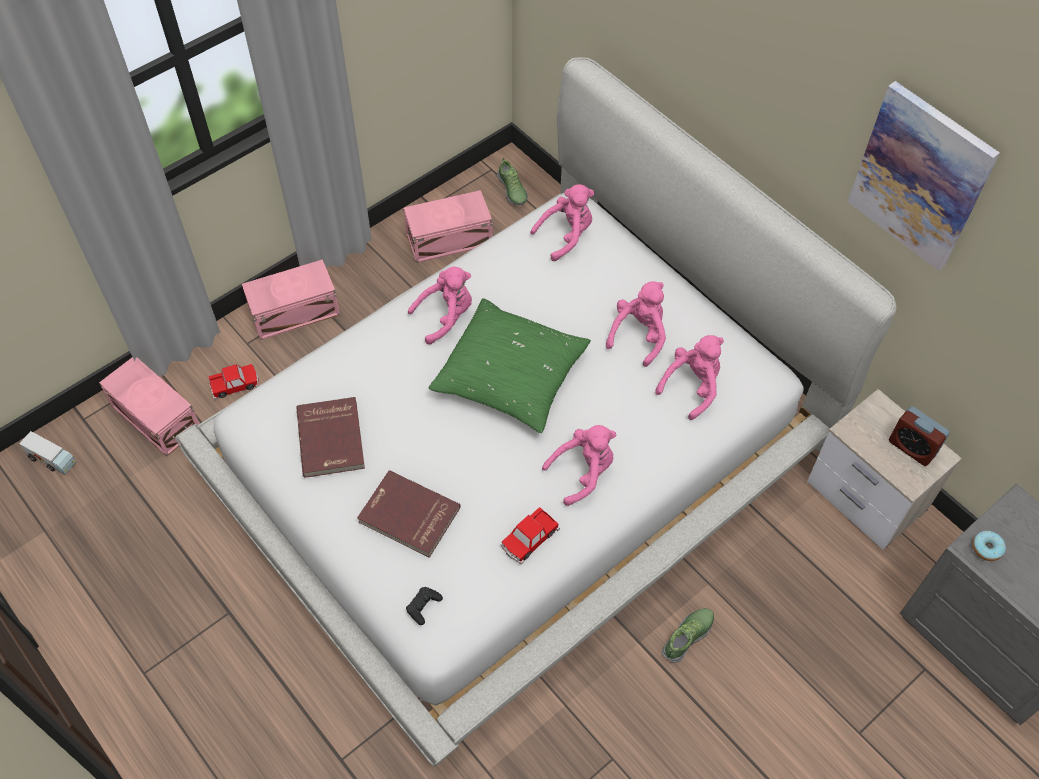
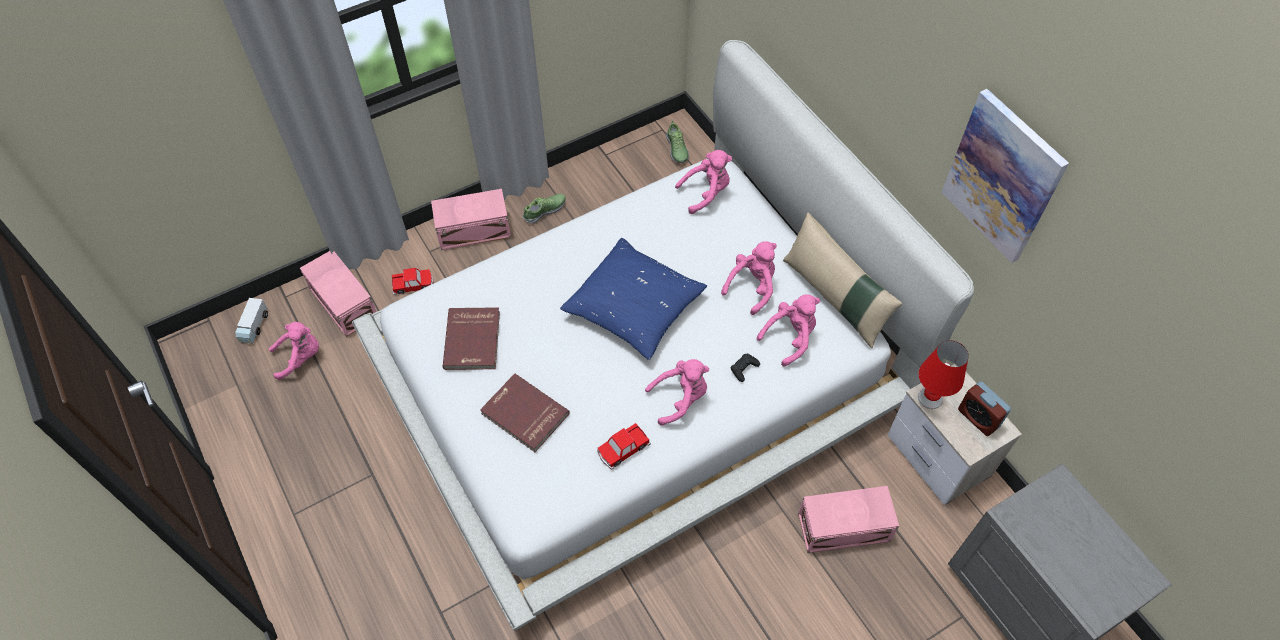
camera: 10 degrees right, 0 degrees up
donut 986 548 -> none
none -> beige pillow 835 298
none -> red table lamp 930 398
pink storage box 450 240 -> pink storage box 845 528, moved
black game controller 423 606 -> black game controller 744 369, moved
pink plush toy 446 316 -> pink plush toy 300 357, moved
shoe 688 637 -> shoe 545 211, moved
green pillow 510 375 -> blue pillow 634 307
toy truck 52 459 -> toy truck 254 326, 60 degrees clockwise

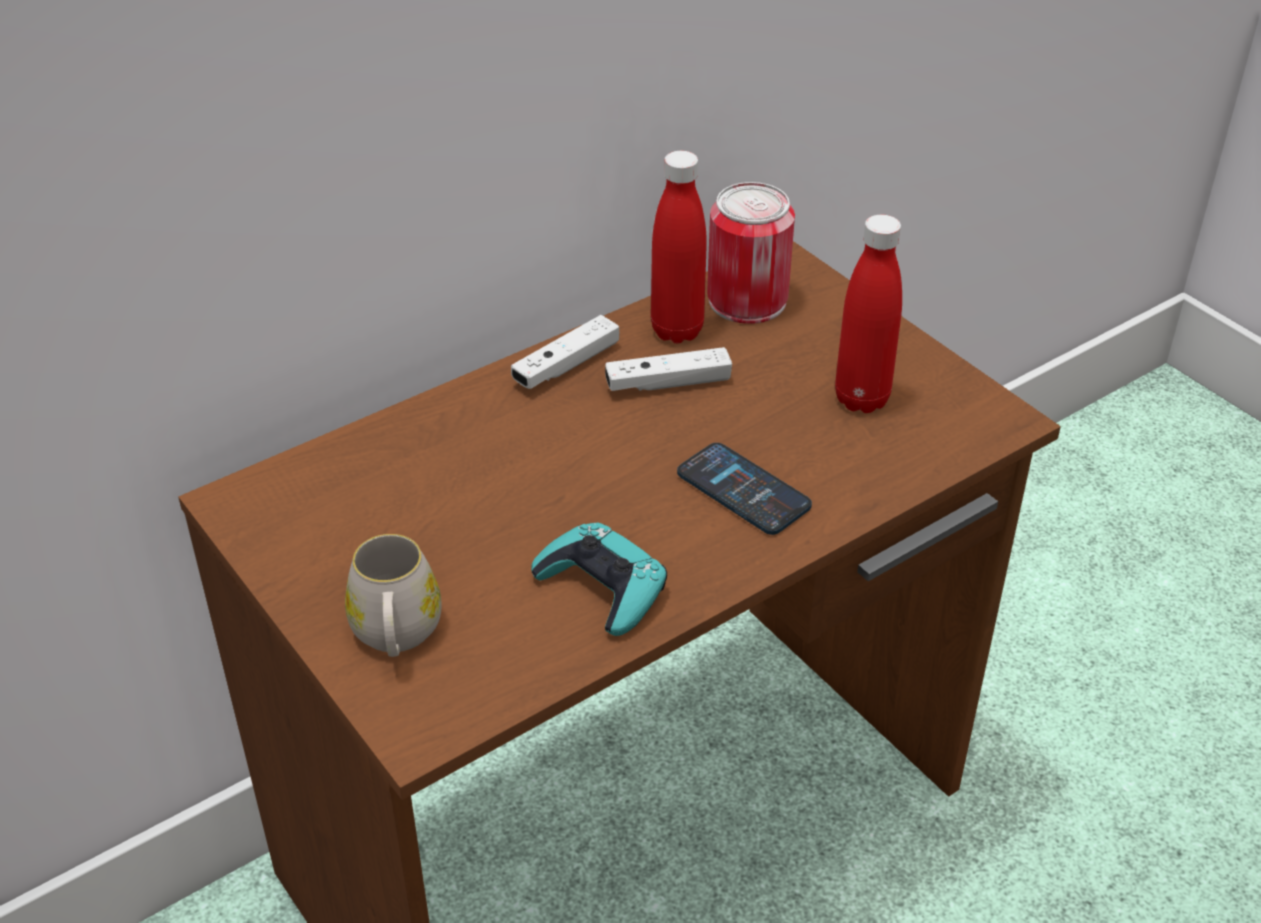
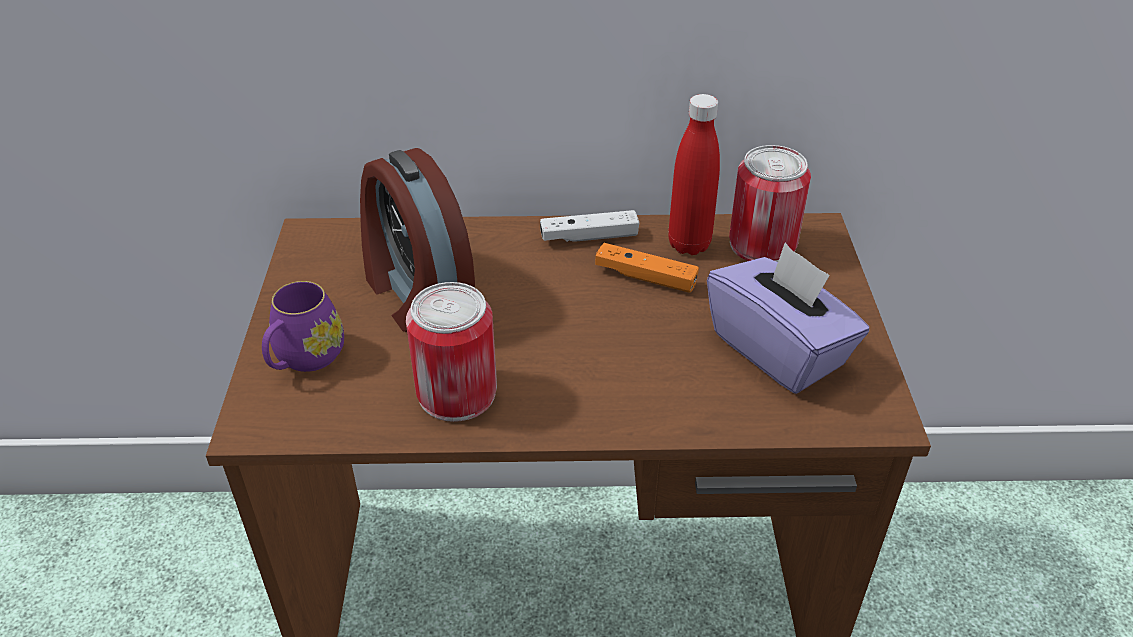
camera: 35 degrees right, 0 degrees up
phone 743 490 -> none
none -> alarm clock 415 293
turquoise game controller 602 587 -> can 457 393
red bottle 861 399 -> purple tissue box 779 350
white mug 396 636 -> purple mug 304 359
white game controller 668 383 -> orange game controller 645 277

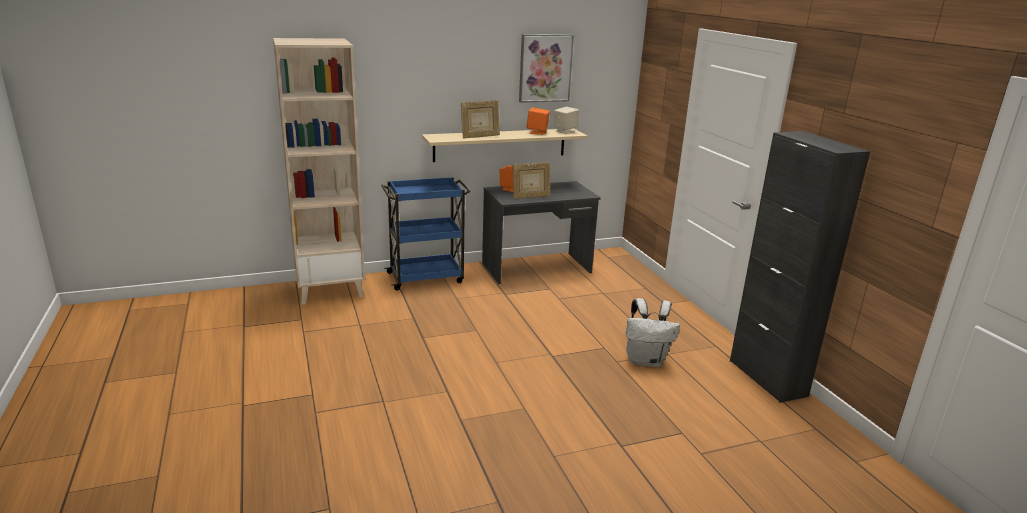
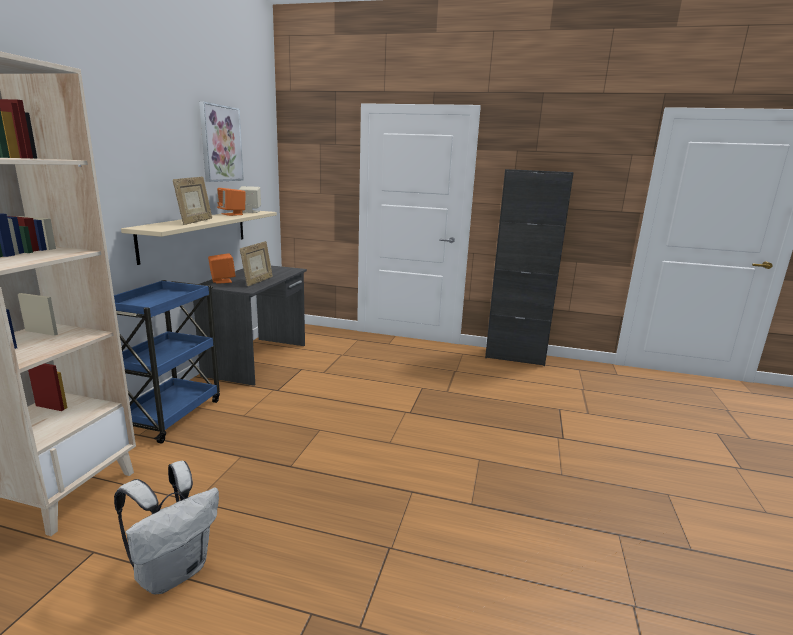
camera: 55 degrees left, 5 degrees down
white backpack 646 360 -> white backpack 174 571, moved

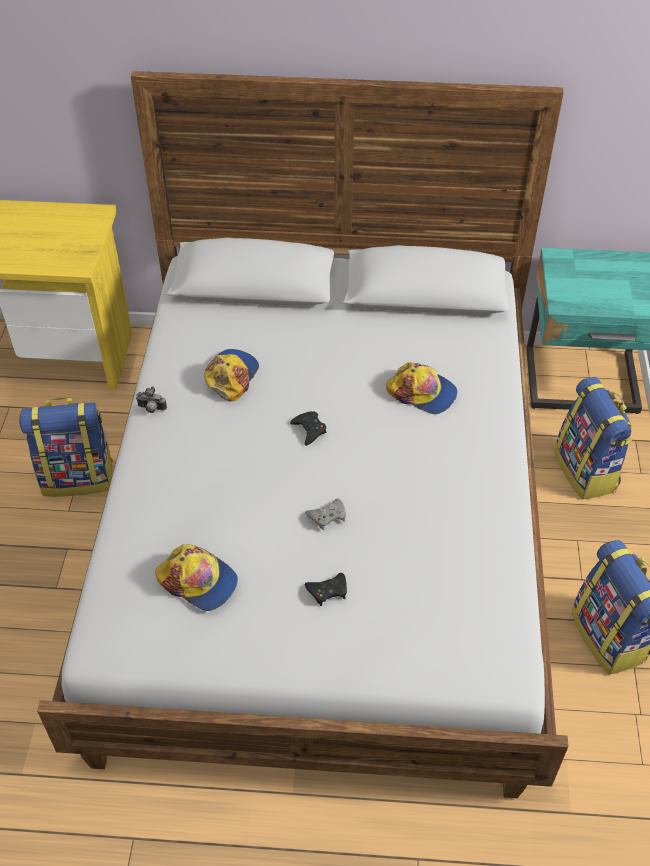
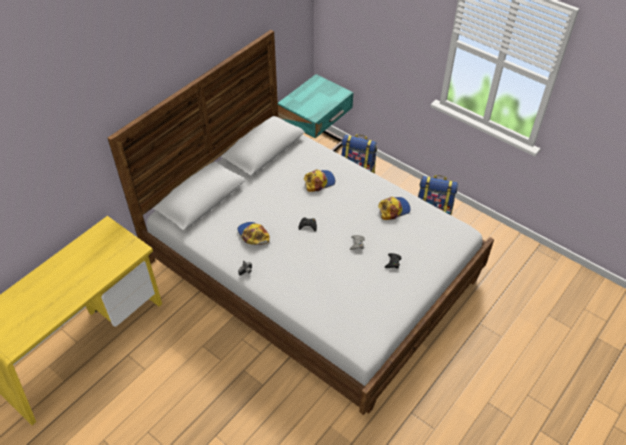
camera: 55 degrees left, 0 degrees up
backpack 78 477 -> none
cap 198 581 -> cap 393 209, moved

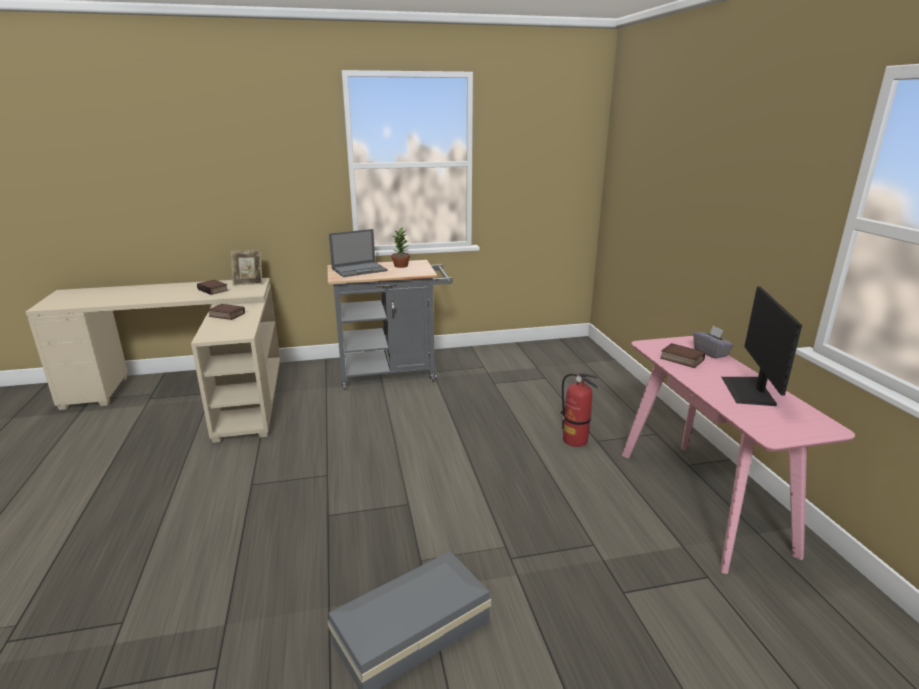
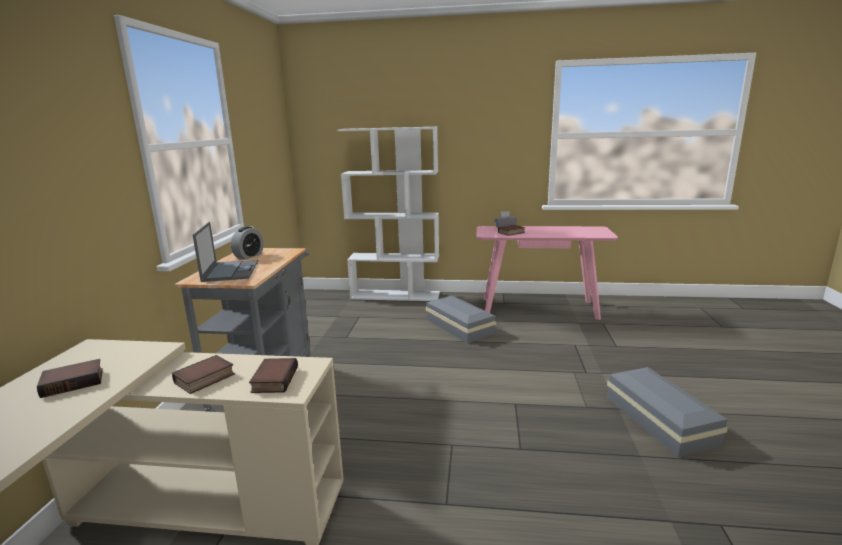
camera: 70 degrees left, 5 degrees down
picture frame 249 283 -> none
monitor 749 391 -> none
none -> book 273 379
none -> white bookcase 396 295
potted plant 401 266 -> alarm clock 249 256
fire extinguisher 575 440 -> grey storage box 459 326

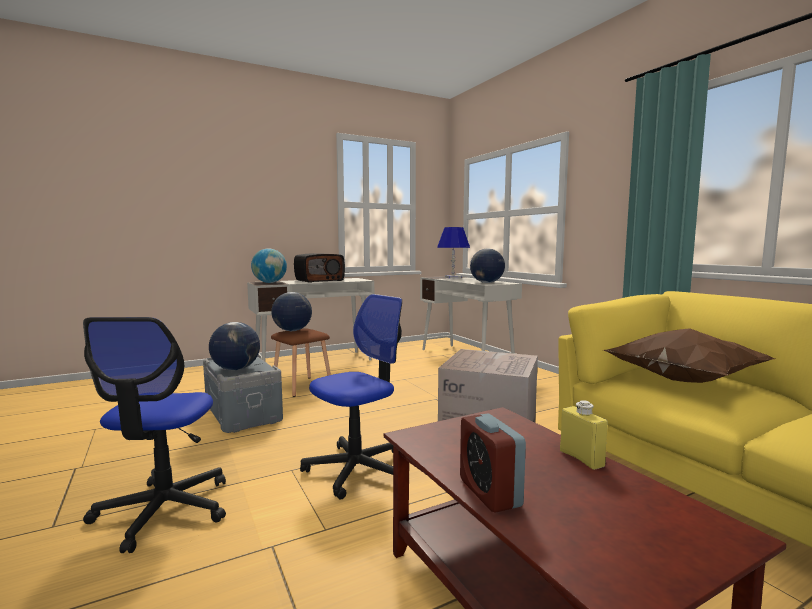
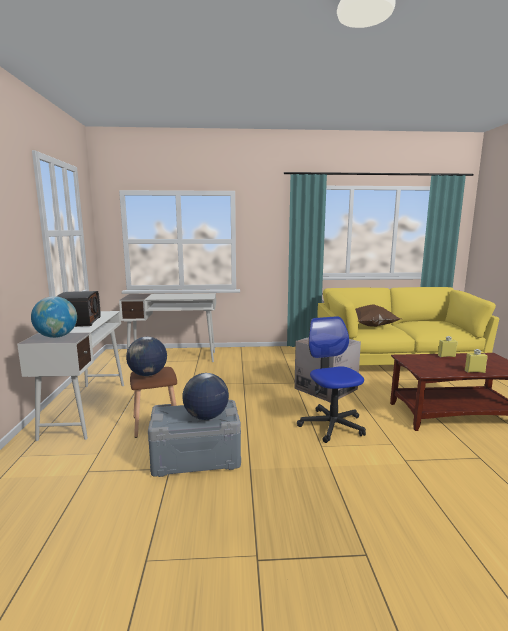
camera: 65 degrees left, 5 degrees up
office chair 164 510 -> none
blue table lamp 453 277 -> none
globe 486 282 -> none
alarm clock 489 492 -> yellow bottle 474 371

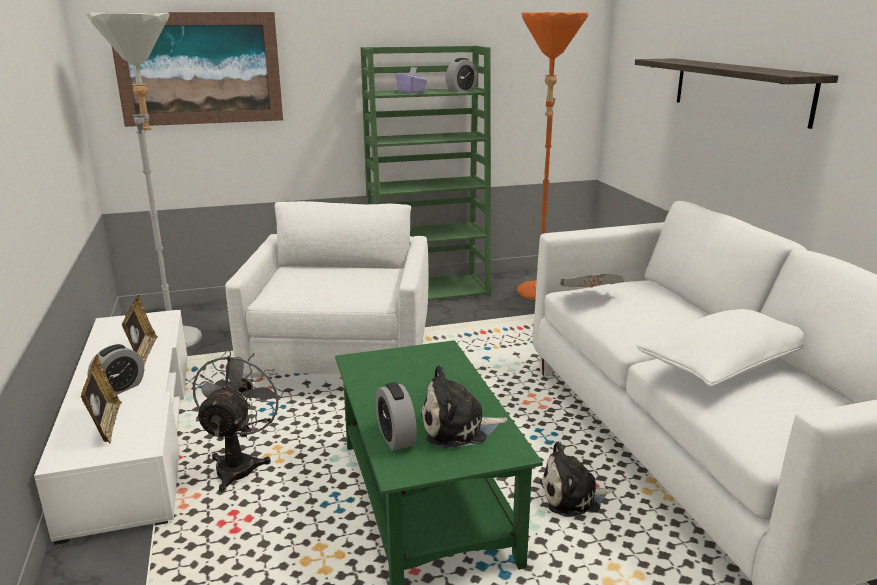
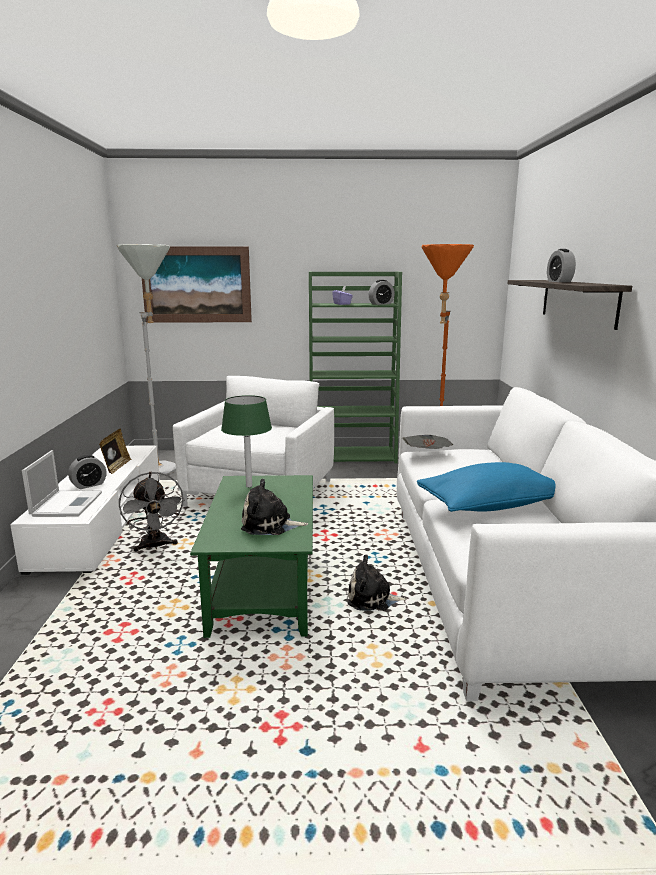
camera: 15 degrees right, 5 degrees down
none -> green table lamp 249 486
alarm clock 395 437 -> alarm clock 559 281, moved
picture frame 106 425 -> laptop 67 503
white pillow 724 366 -> blue pillow 490 506
grey fan 240 464 -> grey fan 155 546, 135 degrees clockwise

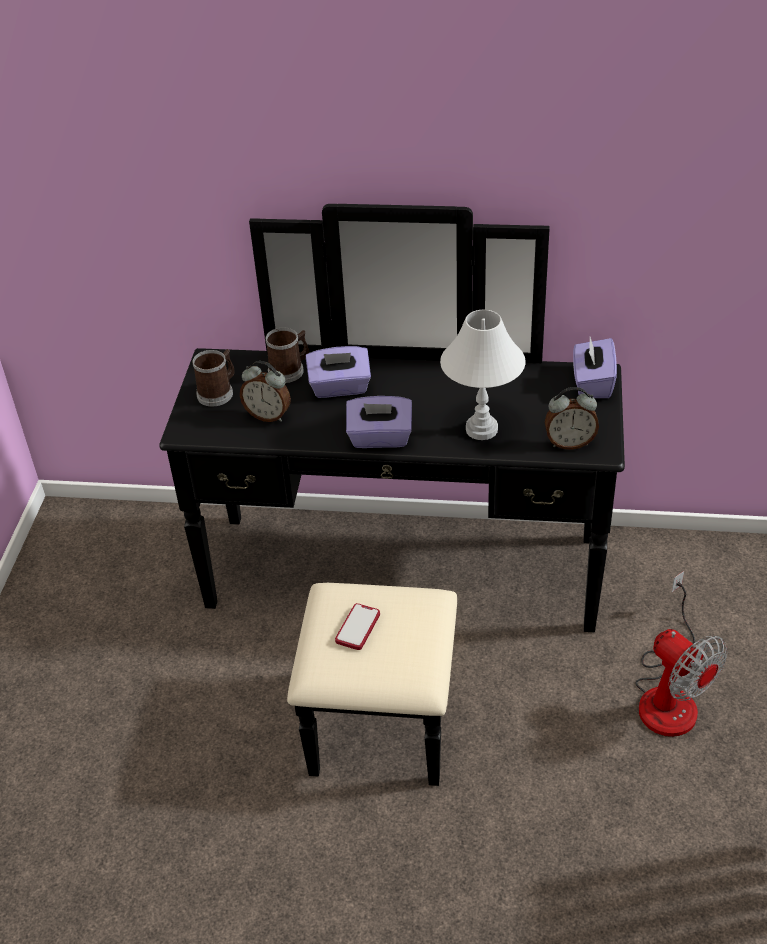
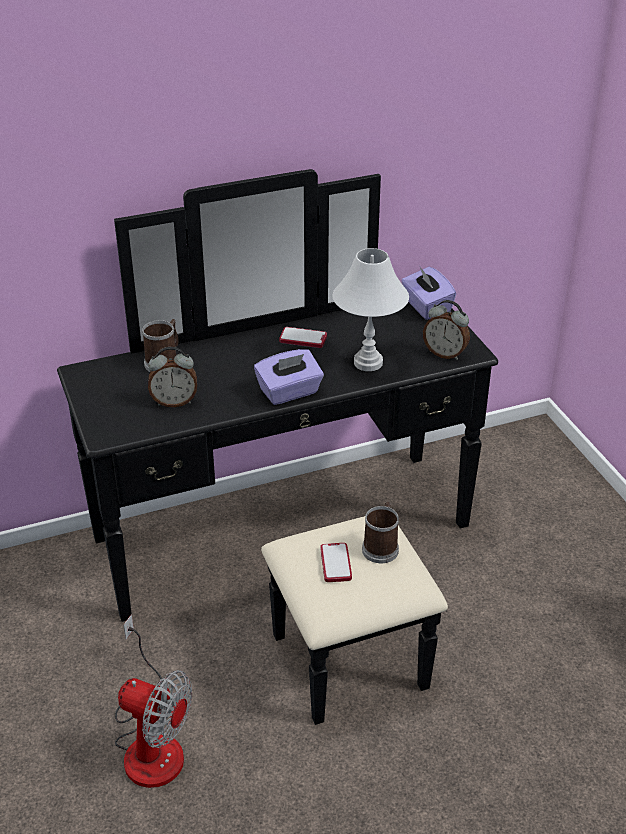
camera: 30 degrees left, 5 degrees down
purple tissue box 340 388 -> none
none -> phone 303 339
mug 218 392 -> mug 381 547, moved
fan 669 694 -> fan 151 742, moved
alarm clock 569 443 -> alarm clock 445 353, 60 degrees clockwise

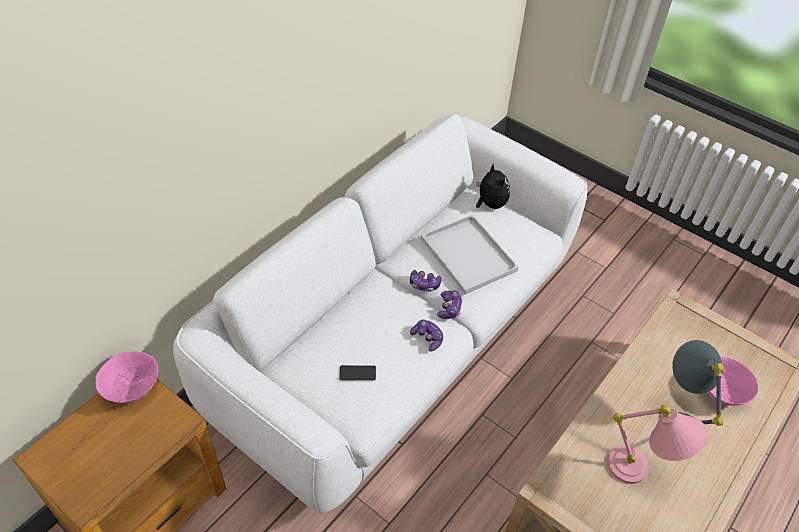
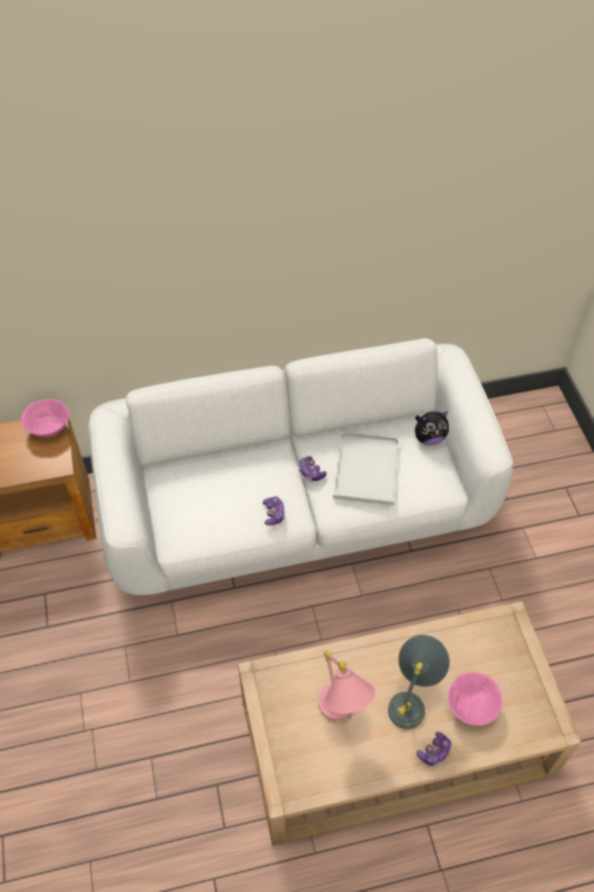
camera: 40 degrees right, 5 degrees up
phone 357 373 -> none
game controller 449 308 -> game controller 434 752, moved
plush toy 490 204 -> plush toy 429 438, 60 degrees clockwise

